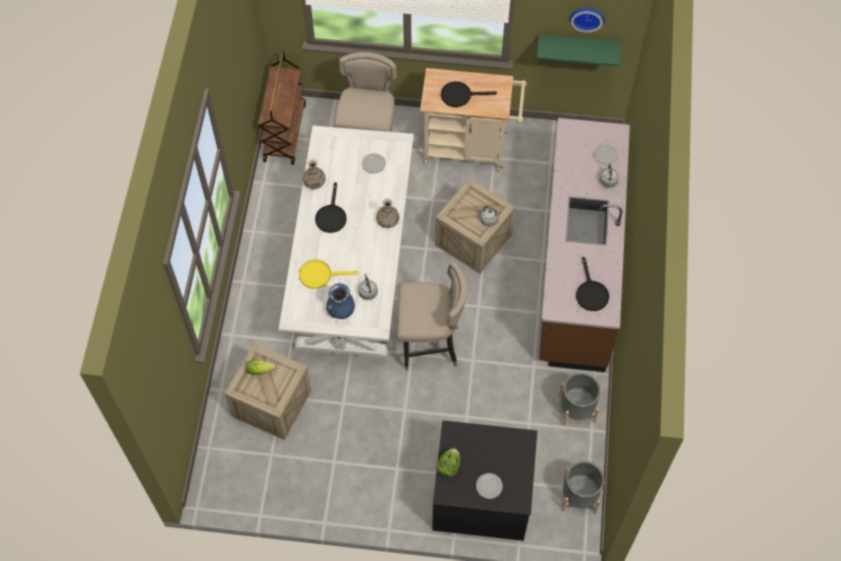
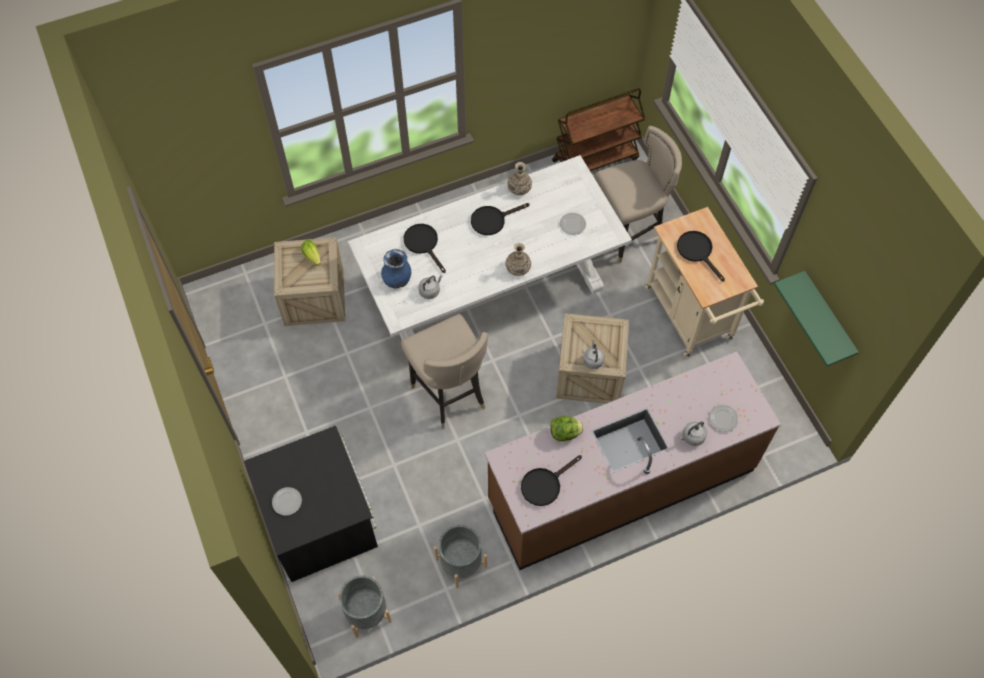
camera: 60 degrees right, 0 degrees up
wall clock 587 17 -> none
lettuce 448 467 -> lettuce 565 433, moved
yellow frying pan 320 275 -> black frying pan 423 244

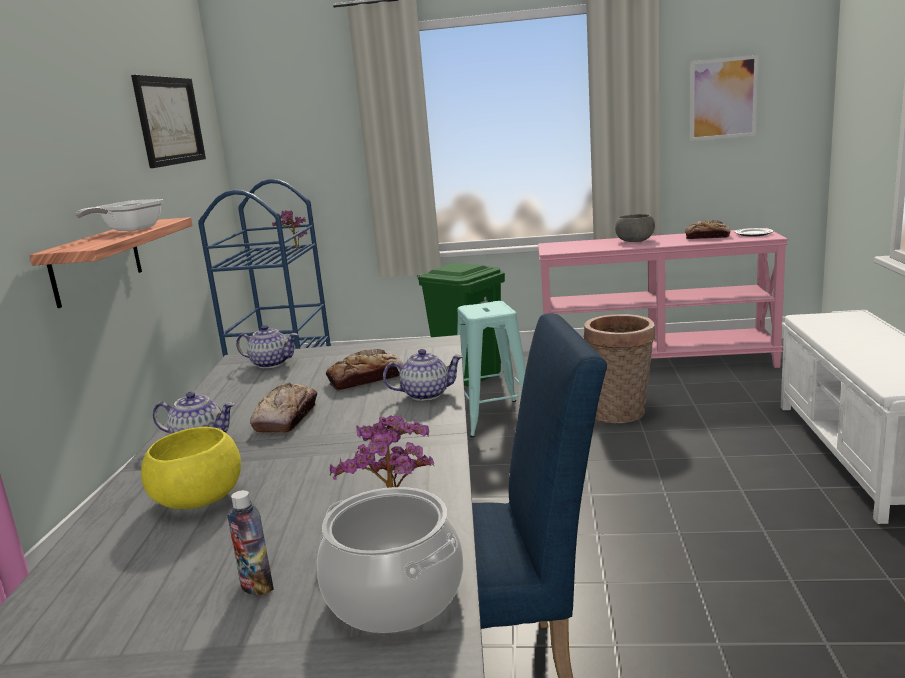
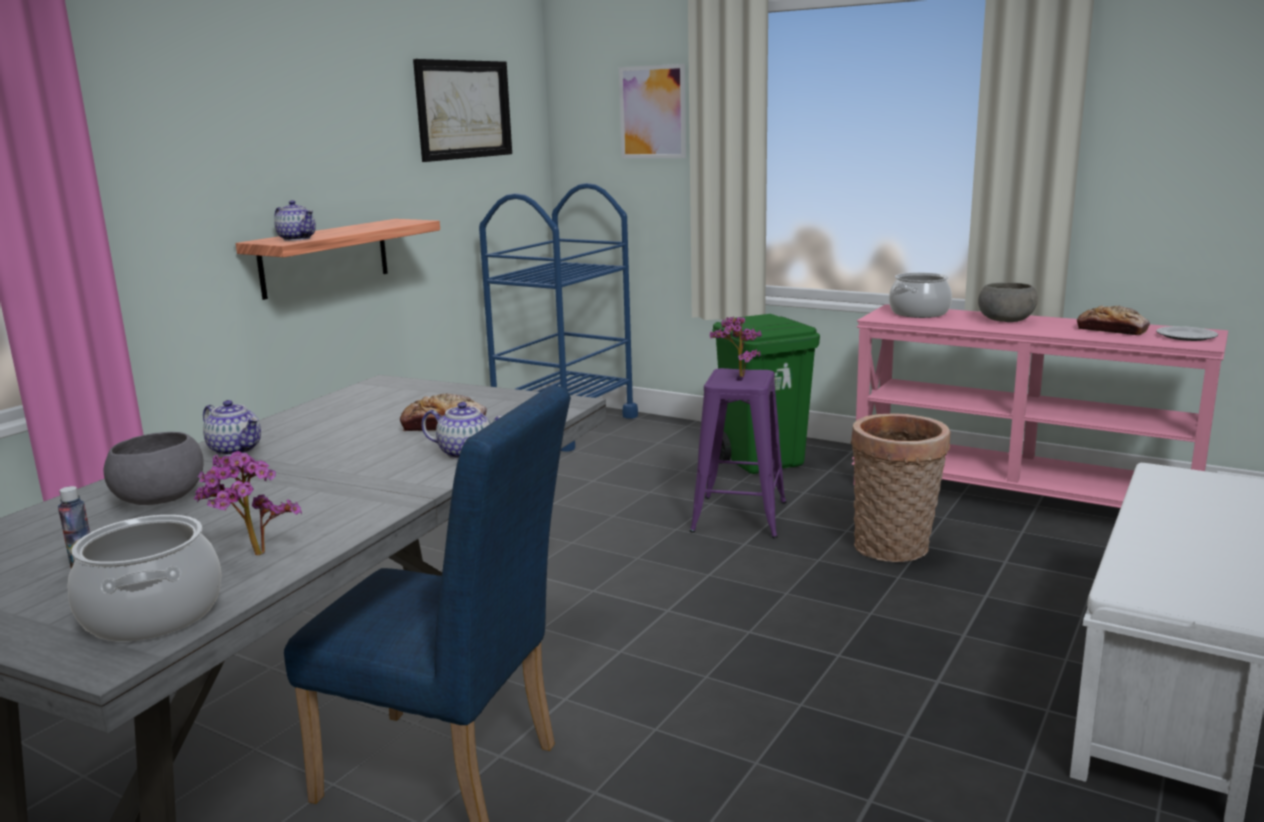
camera: 25 degrees right, 0 degrees up
frying pan 129 230 -> none
bread 287 418 -> none
none -> cooking pot 919 313
teapot 270 363 -> teapot 297 238, moved
potted plant 294 249 -> potted plant 737 376, moved
picture 723 98 -> picture 652 112, moved
yellow bowl 197 498 -> grey bowl 159 498
turquoise stool 494 418 -> purple stool 739 516

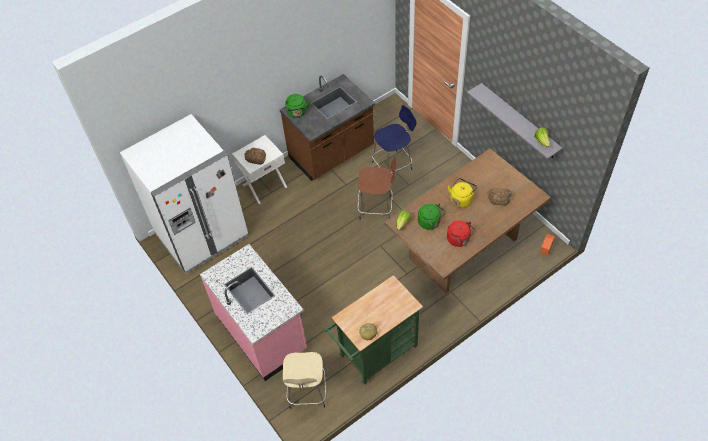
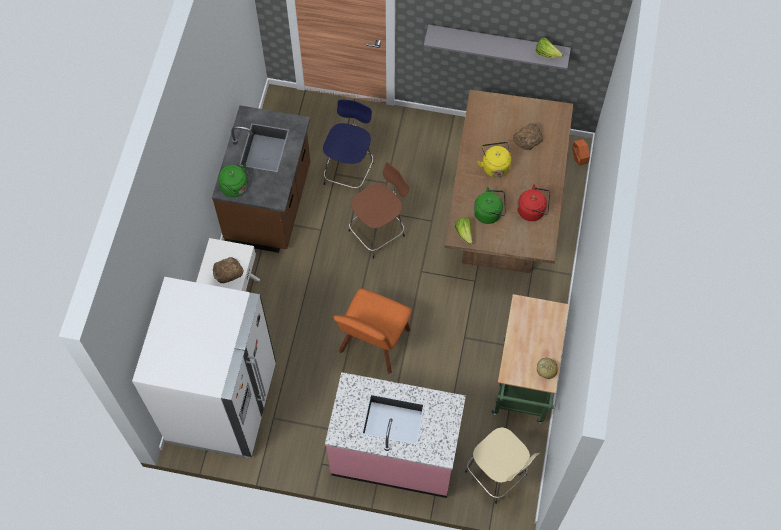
camera: 45 degrees left, 10 degrees up
none -> orange chair 373 344

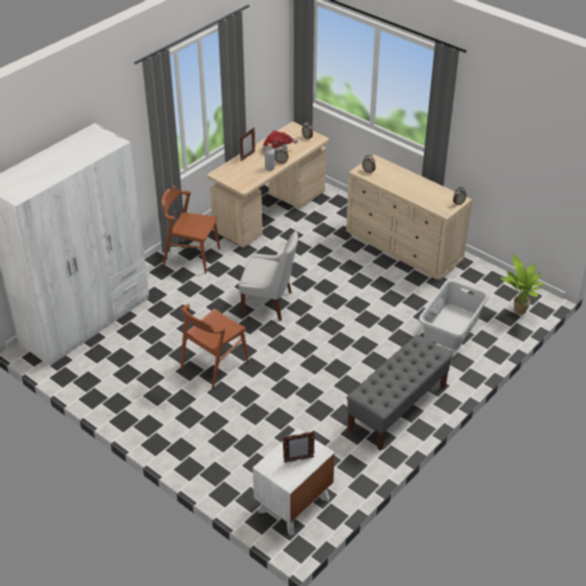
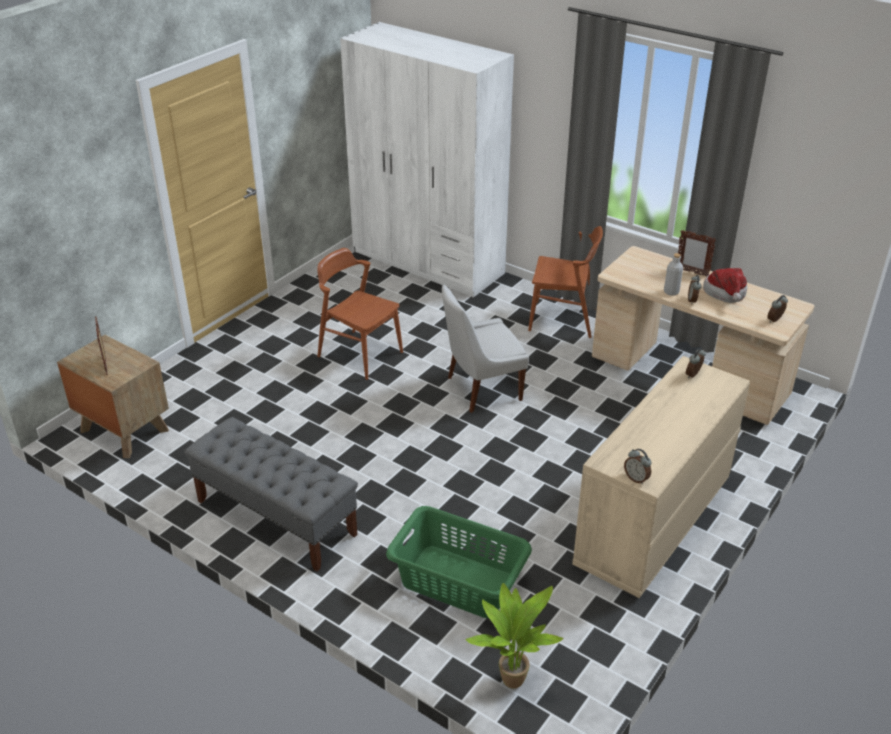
camera: 85 degrees right, 5 degrees down
white nightstand 293 505 -> brown nightstand 123 430
grey laundry basket 452 326 -> green laundry basket 458 582
brown chair 191 256 -> brown chair 563 319, 90 degrees clockwise
white chair 269 303 -> white chair 481 389, 60 degrees clockwise

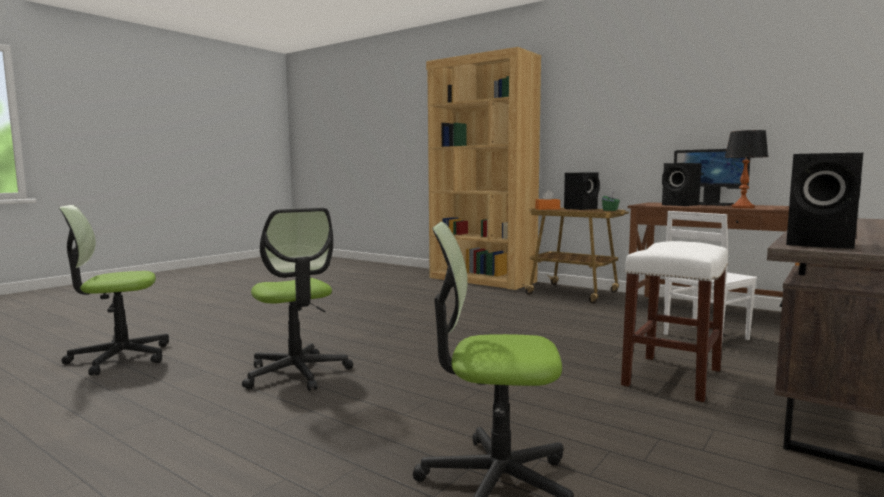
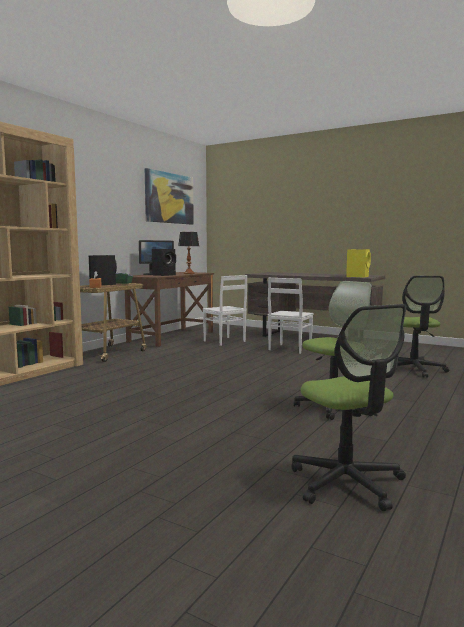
camera: 95 degrees left, 0 degrees up
none -> picture 169 198
white stool 671 376 -> white chair 289 349
black speaker 822 244 -> yellow speaker 358 276

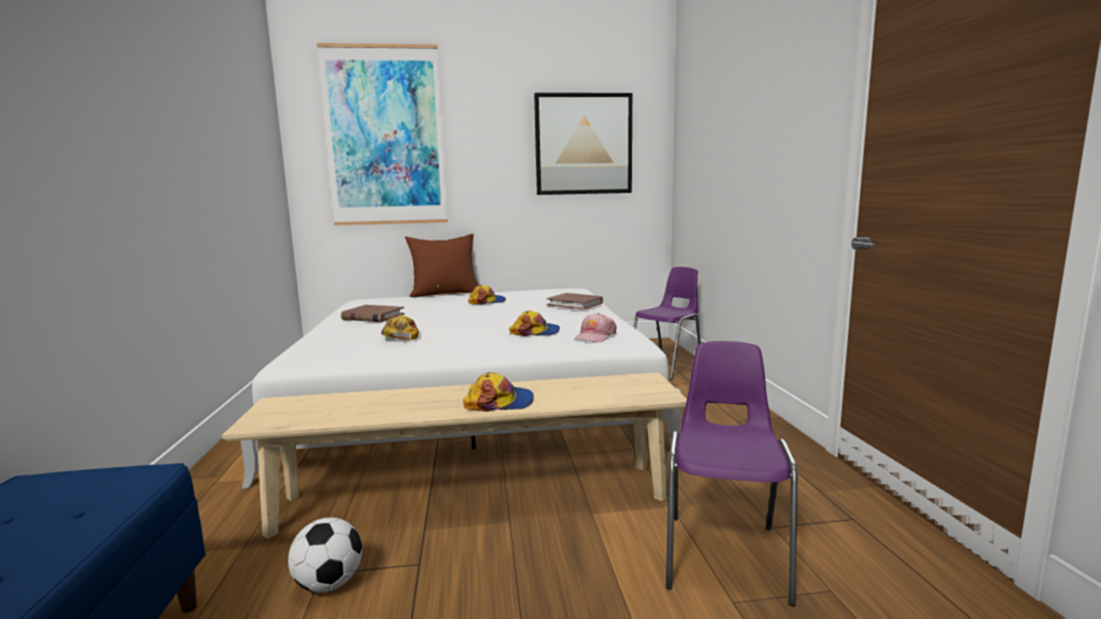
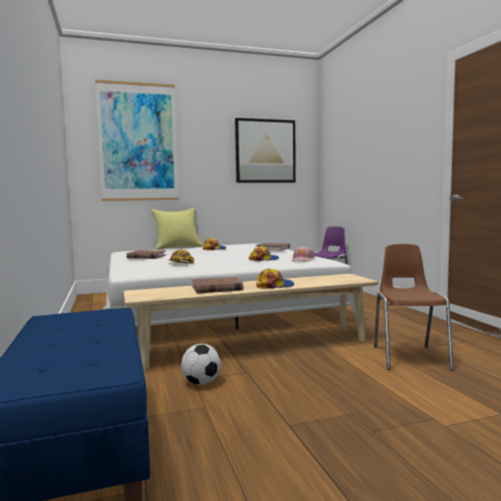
camera: 10 degrees left, 5 degrees down
none -> brown book 217 288
brown pillow 445 294 -> yellow pillow 177 247
purple chair 725 554 -> brown chair 409 357

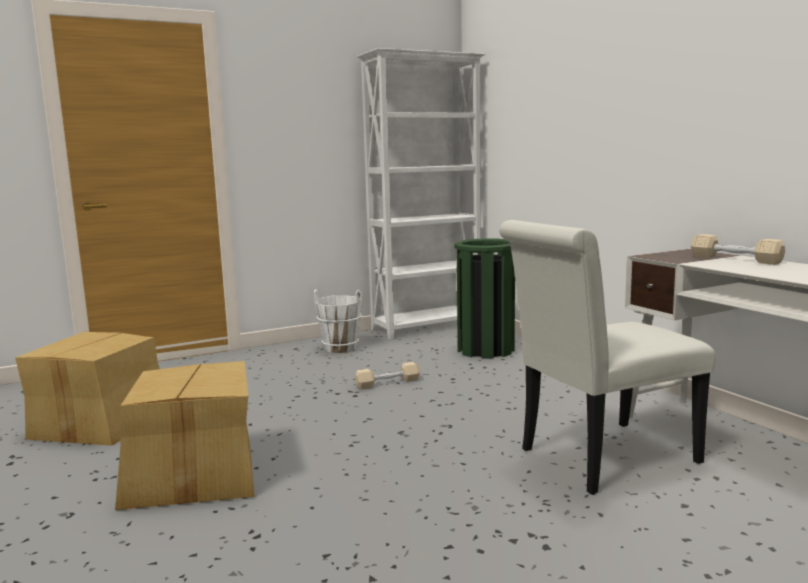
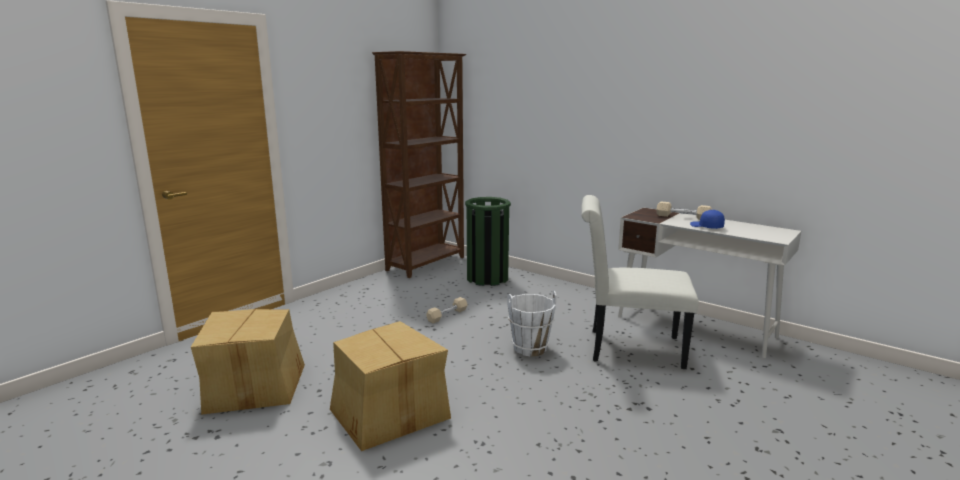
camera: 25 degrees left, 5 degrees up
none -> blue cap 706 227
white bucket 340 348 -> white bucket 530 348, moved
white bookcase 428 327 -> brown bookcase 427 264
white chair 599 458 -> white chair 627 348, 60 degrees clockwise

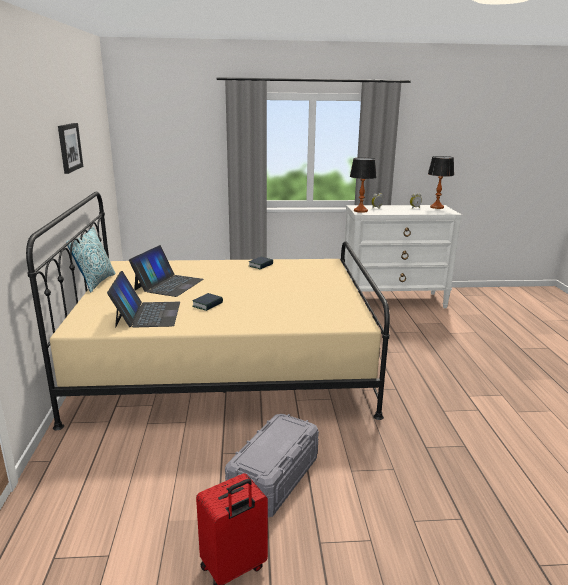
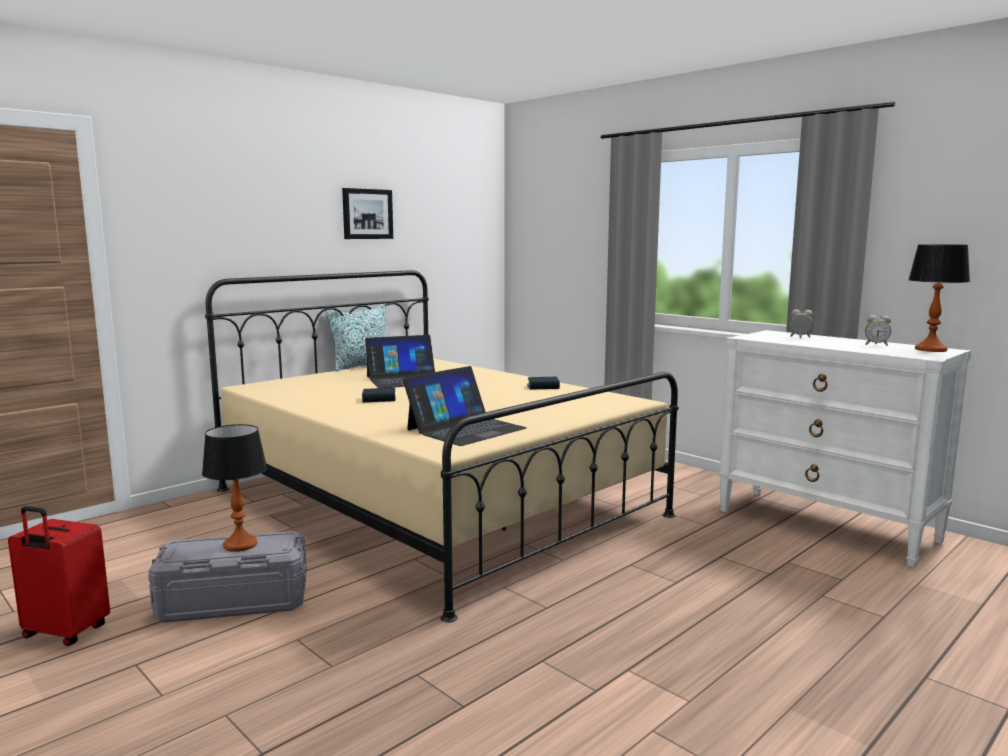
camera: 50 degrees right, 10 degrees down
laptop 147 314 -> laptop 465 429, moved
table lamp 360 211 -> table lamp 239 545, moved

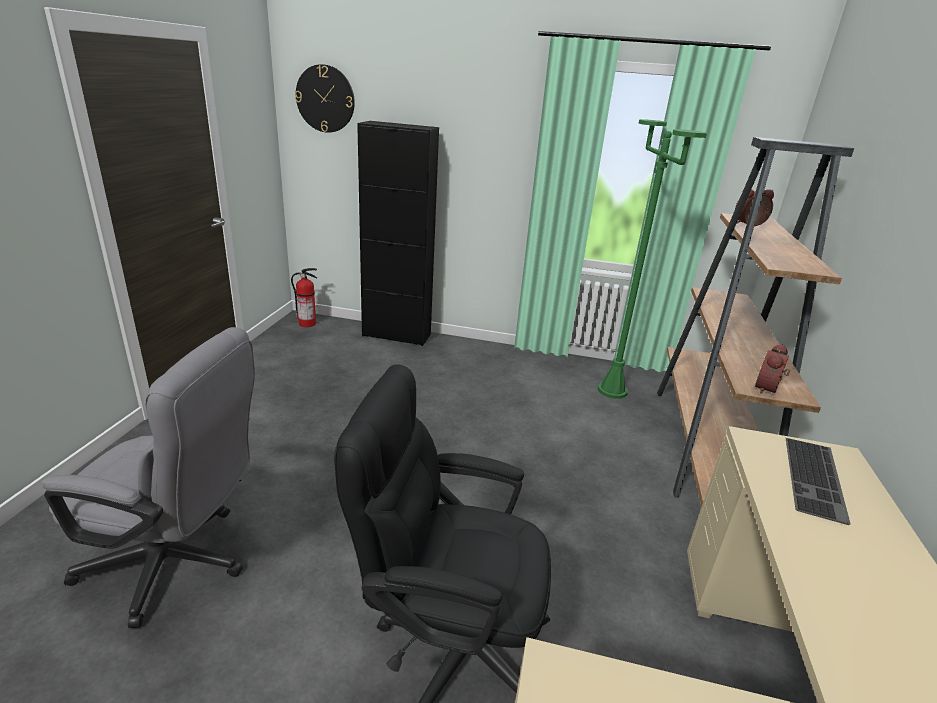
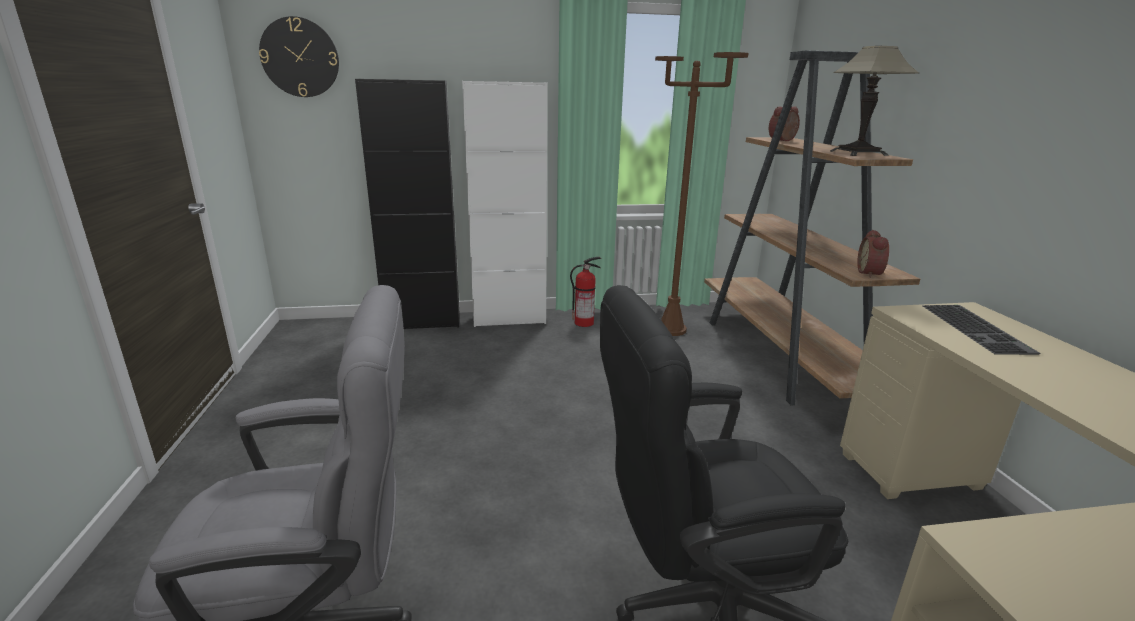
camera: 20 degrees left, 5 degrees down
none -> white cabinet 509 319
none -> table lamp 858 153
fire extinguisher 308 323 -> fire extinguisher 584 323, moved
green floor lamp 612 390 -> brown floor lamp 671 329

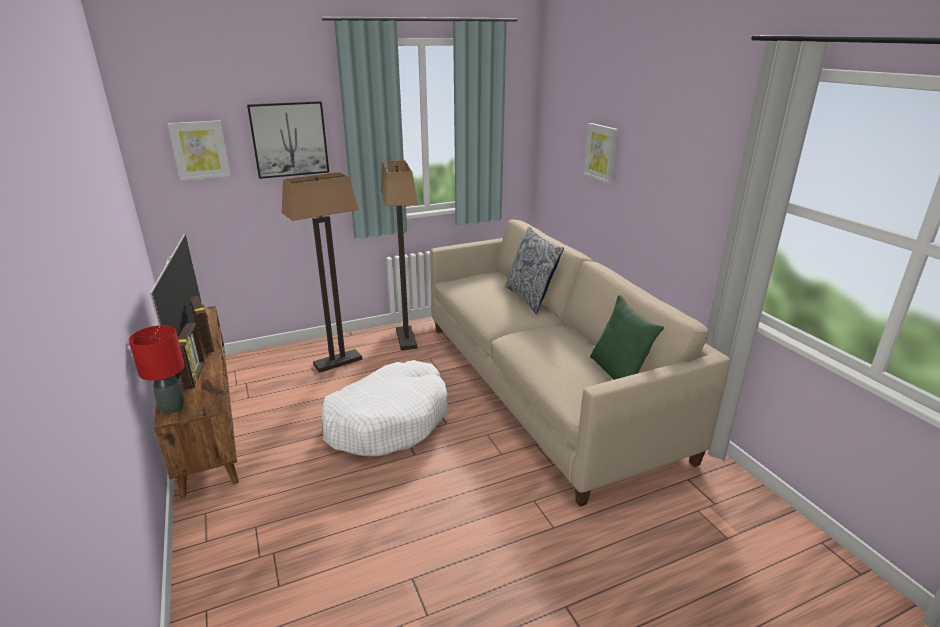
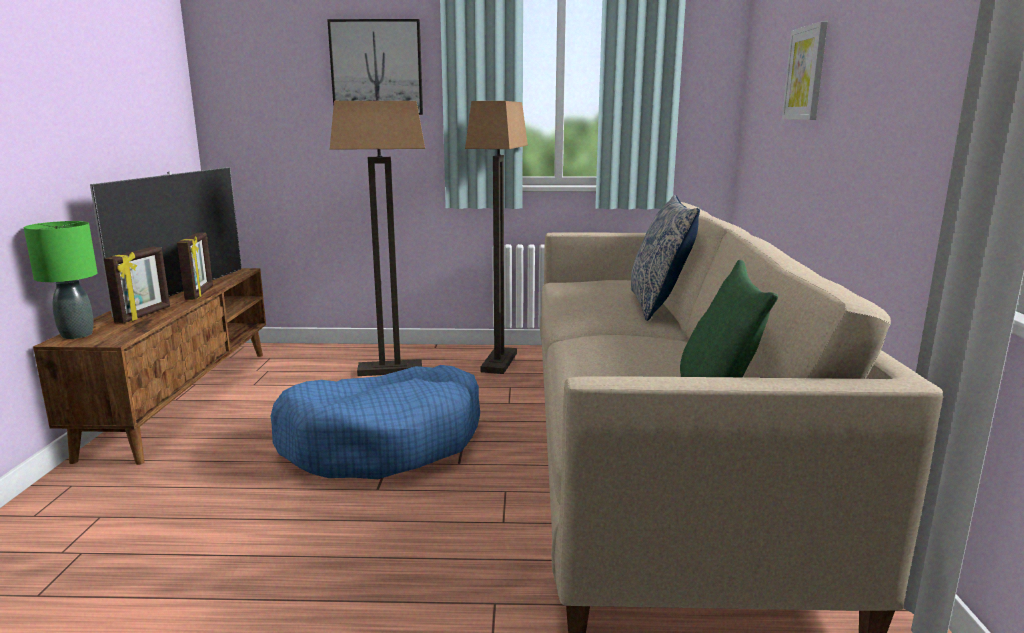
camera: 25 degrees right, 10 degrees down
picture 200 150 -> none
red table lamp 173 408 -> green table lamp 78 335
white dog bed 388 421 -> blue dog bed 384 442

